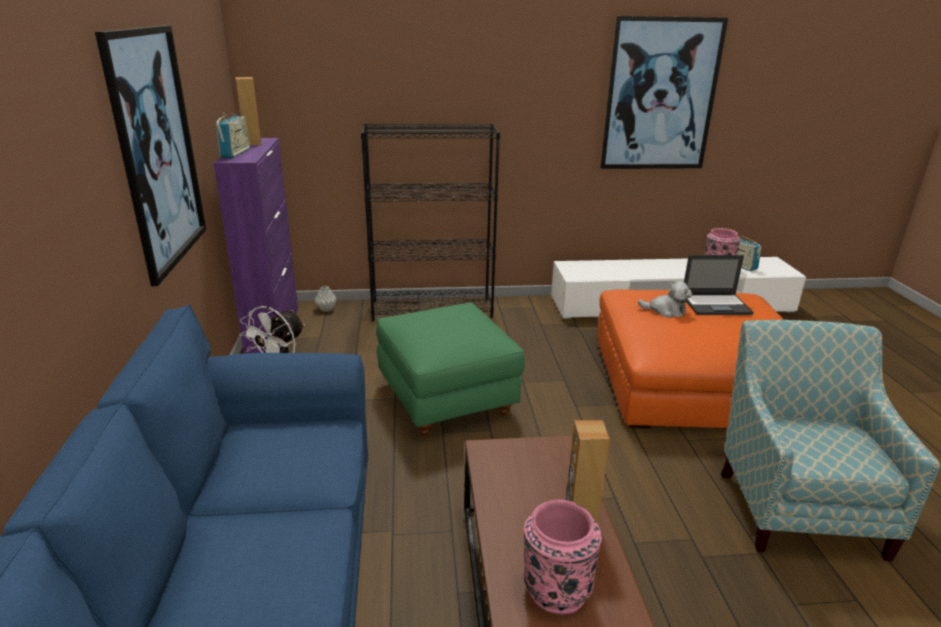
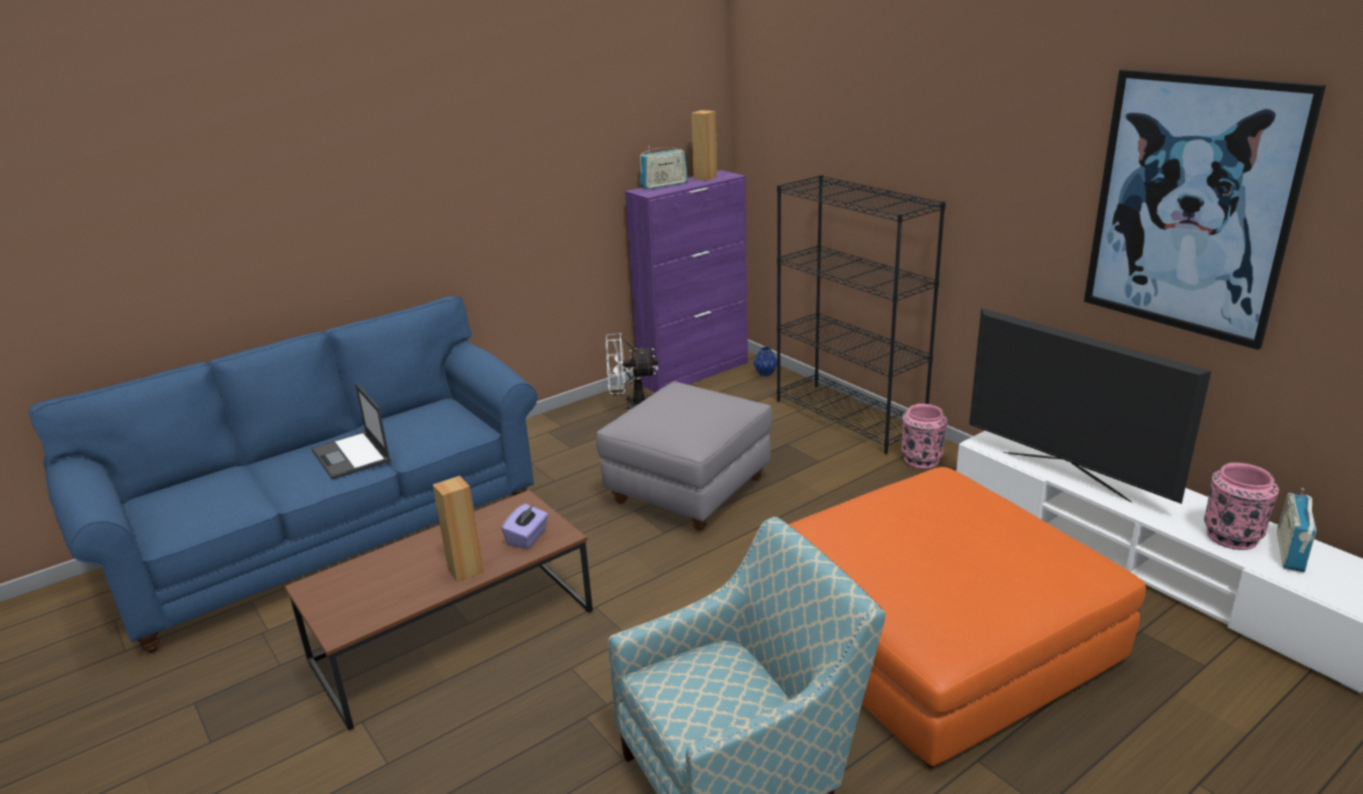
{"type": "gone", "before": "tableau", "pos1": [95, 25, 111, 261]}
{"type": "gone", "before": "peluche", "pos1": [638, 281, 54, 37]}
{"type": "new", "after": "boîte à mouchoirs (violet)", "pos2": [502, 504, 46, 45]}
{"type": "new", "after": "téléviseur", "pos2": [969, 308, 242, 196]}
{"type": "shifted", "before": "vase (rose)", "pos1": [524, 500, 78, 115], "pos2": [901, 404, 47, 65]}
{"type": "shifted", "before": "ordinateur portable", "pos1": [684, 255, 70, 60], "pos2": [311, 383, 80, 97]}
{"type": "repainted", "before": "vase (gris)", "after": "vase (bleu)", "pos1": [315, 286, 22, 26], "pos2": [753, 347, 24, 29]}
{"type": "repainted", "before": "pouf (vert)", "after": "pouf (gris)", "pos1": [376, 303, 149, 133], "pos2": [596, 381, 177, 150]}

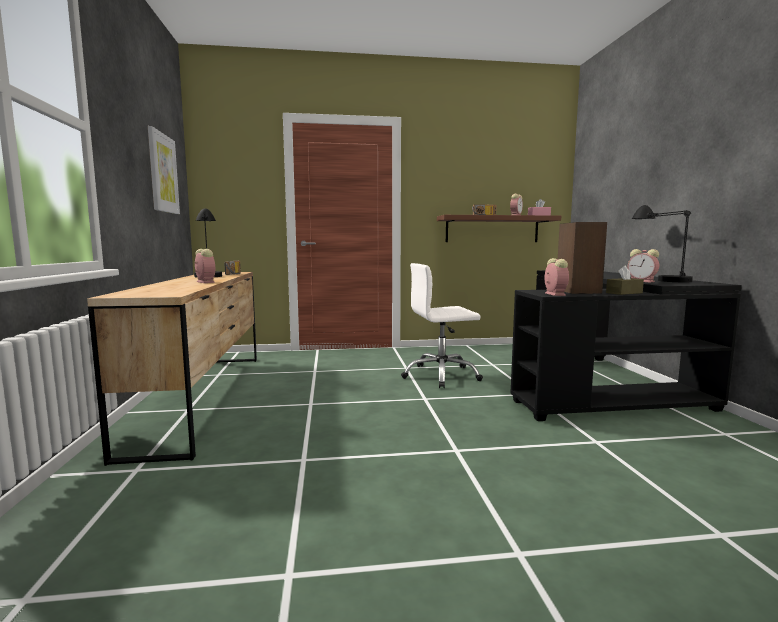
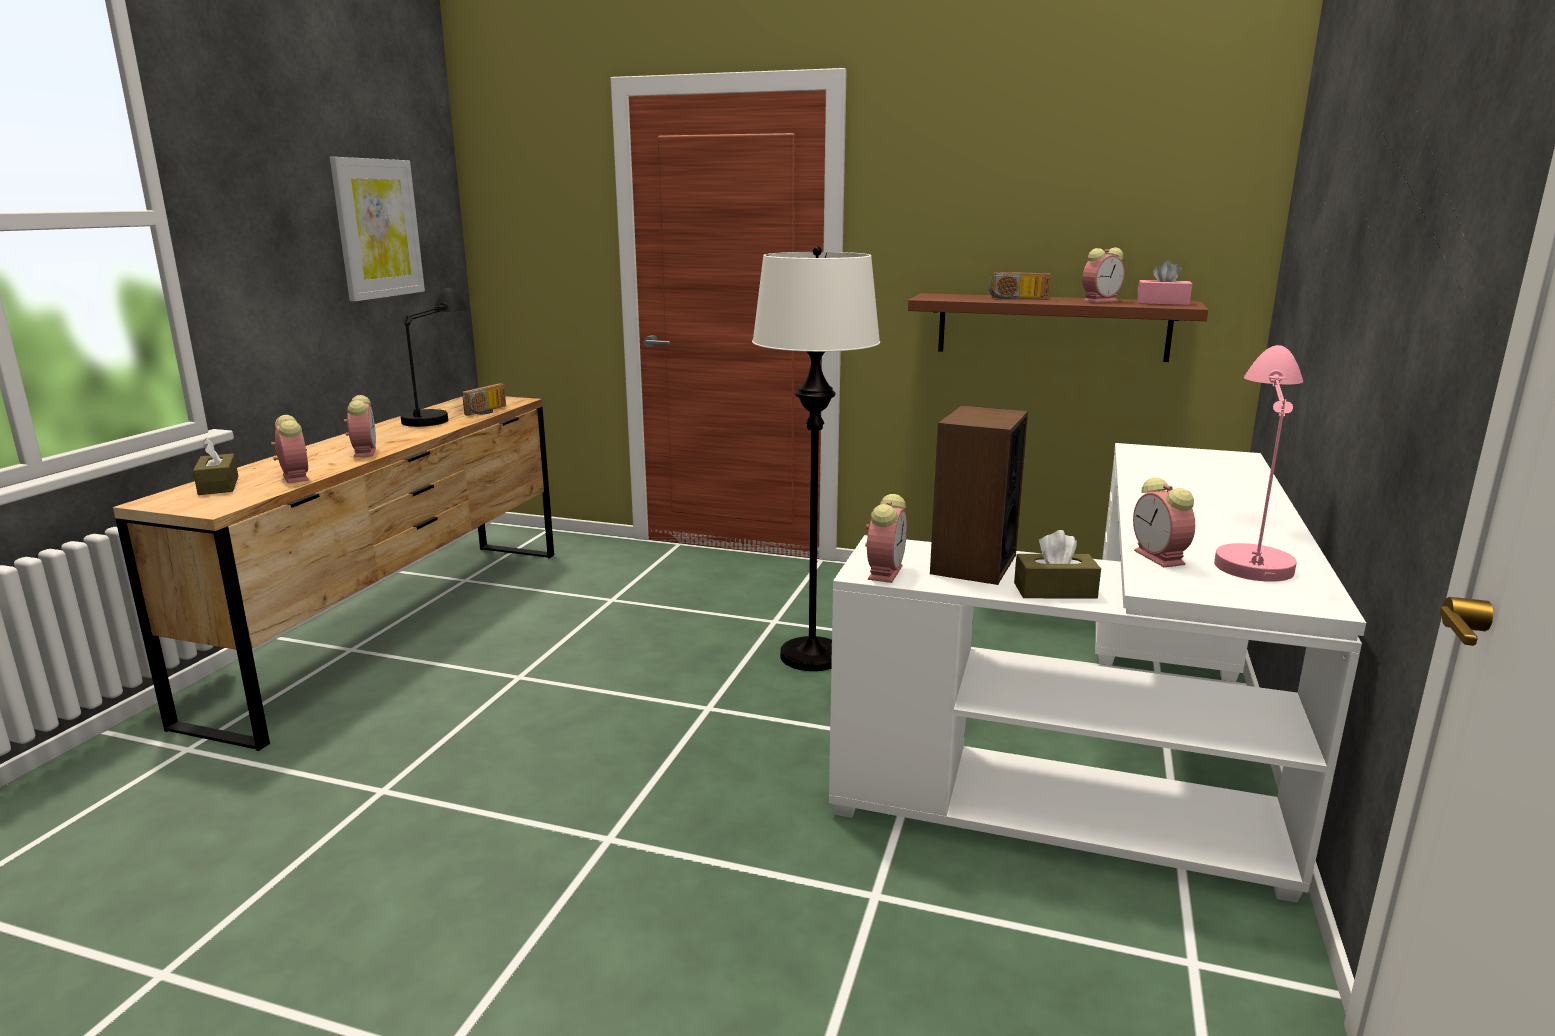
{"type": "new", "after": "boîte à mouchoirs (marron)", "pos2": [193, 438, 46, 57]}
{"type": "new", "after": "réveil", "pos2": [271, 415, 38, 68]}
{"type": "swapped", "before": "chaise de bureau (blanc)", "after": "lampadaire (blanc)", "pos1": [401, 263, 82, 125], "pos2": [752, 246, 128, 425]}
{"type": "repainted", "before": "bureau (noir)", "after": "bureau (blanc)", "pos1": [510, 270, 232, 151], "pos2": [829, 443, 537, 460]}
{"type": "repainted", "before": "lampe de table (noir)", "after": "lampe de table (rose)", "pos1": [632, 205, 61, 77], "pos2": [1214, 345, 89, 237]}

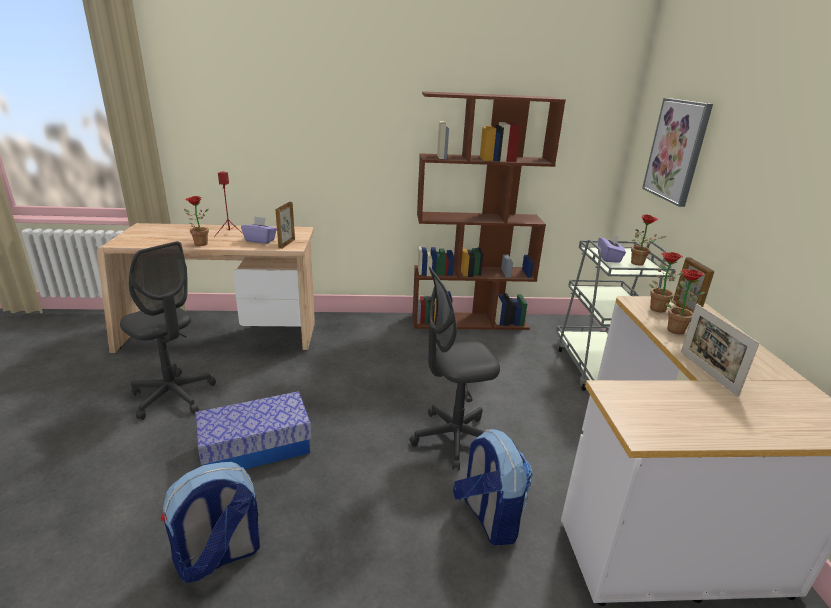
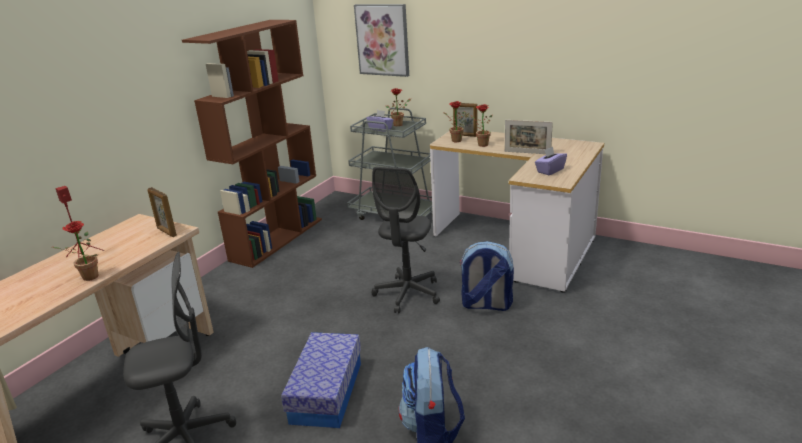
{"type": "shifted", "before": "boîte à mouchoirs (violet)", "pos1": [241, 217, 36, 27], "pos2": [535, 147, 32, 28]}

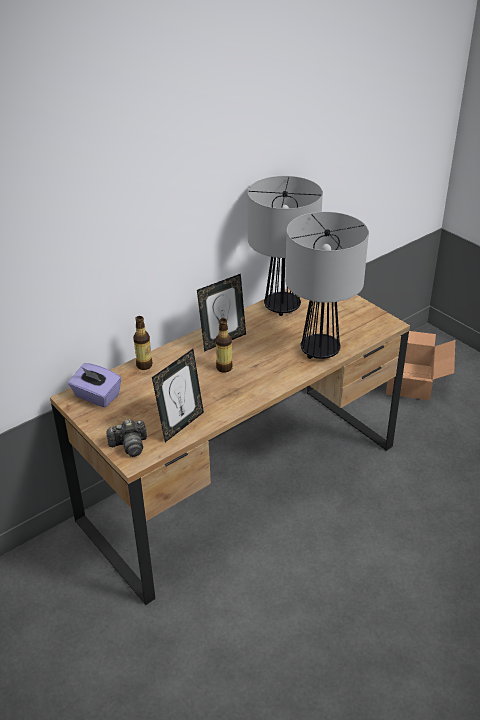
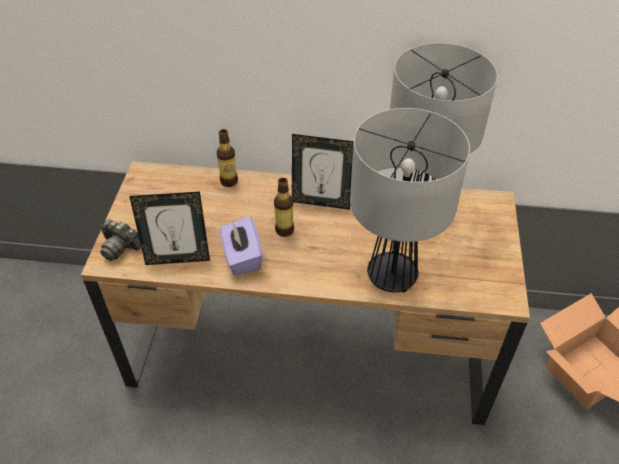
{"type": "shifted", "before": "boîte à mouchoirs (violet)", "pos1": [68, 363, 53, 44], "pos2": [220, 216, 43, 59]}

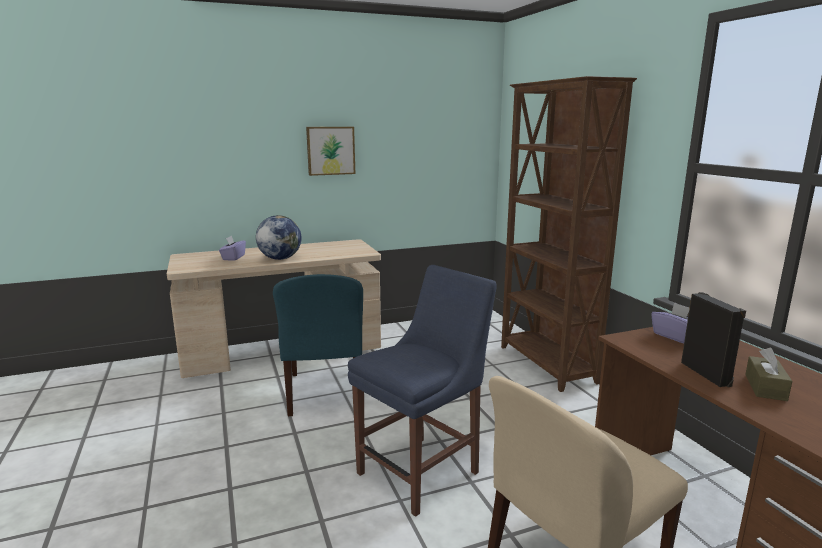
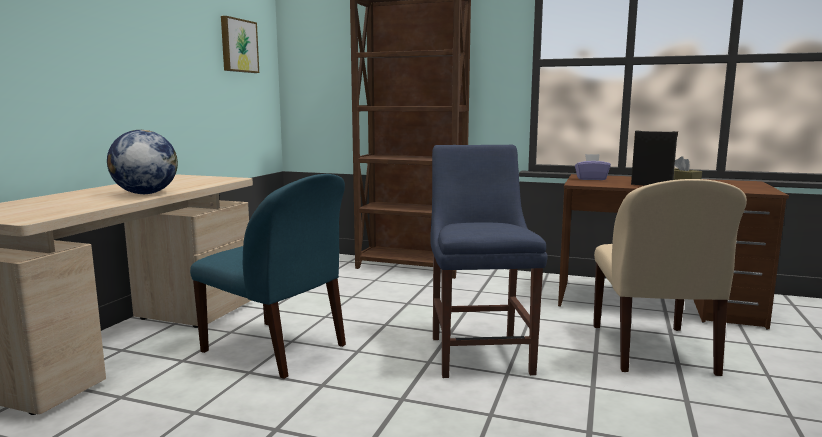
{"type": "gone", "before": "boîte à mouchoirs (violet)", "pos1": [219, 235, 27, 26]}
{"type": "shifted", "before": "tableau", "pos1": [306, 127, 49, 49], "pos2": [221, 16, 38, 57]}

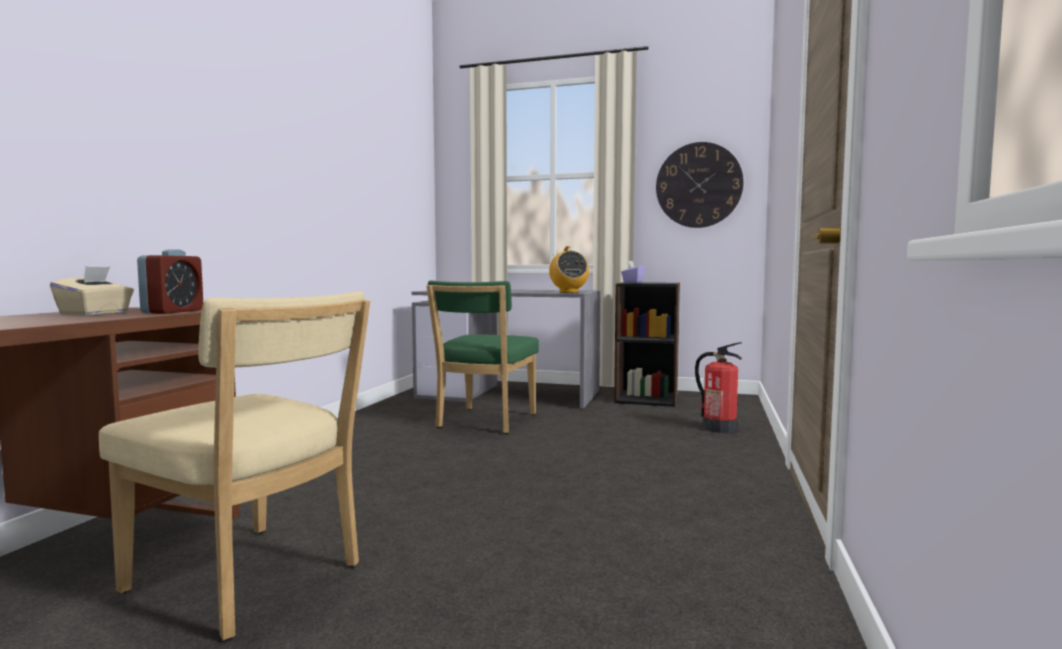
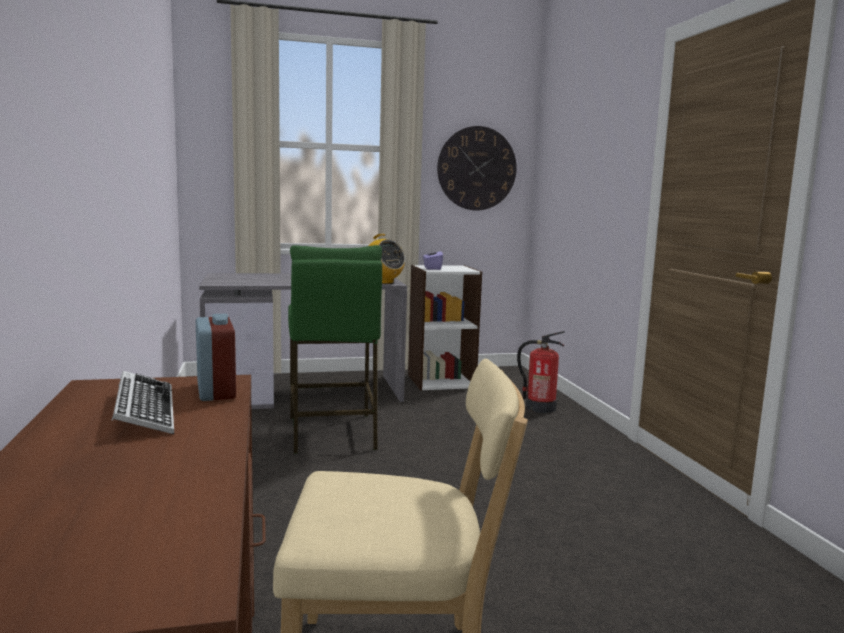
{"type": "swapped", "before": "boîte à mouchoirs (beige)", "after": "clavier", "pos1": [50, 266, 84, 49], "pos2": [111, 371, 63, 63]}
{"type": "swapped", "before": "chaise (vert)", "after": "tabouret (vert)", "pos1": [426, 281, 113, 153], "pos2": [288, 245, 94, 209]}
{"type": "repainted", "before": "bibliothèque (noir)", "after": "bibliothèque (blanc)", "pos1": [614, 282, 66, 125], "pos2": [408, 265, 74, 126]}

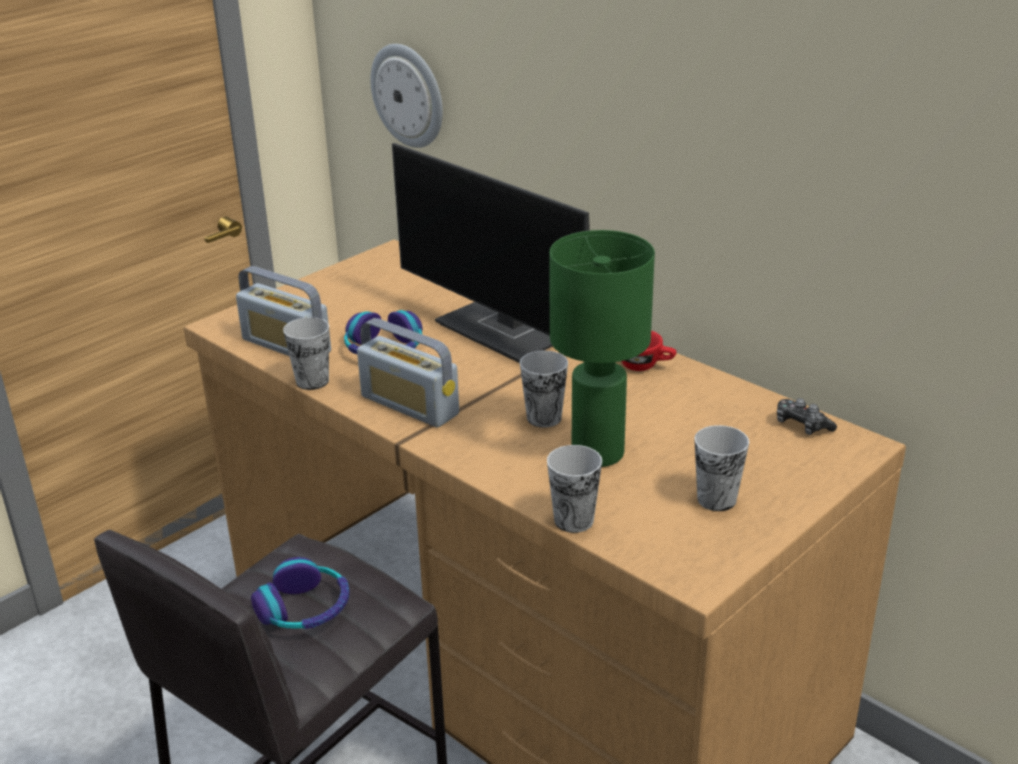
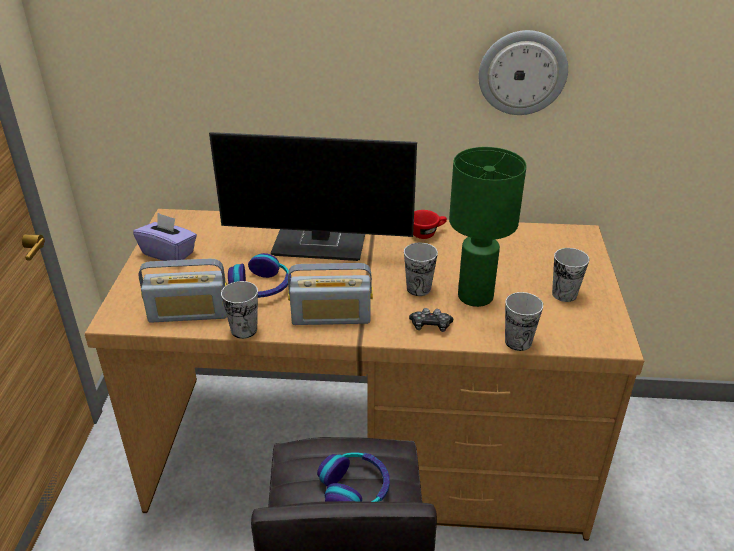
{"type": "new", "after": "boîte à mouchoirs (violet)", "pos2": [133, 213, 64, 48]}
{"type": "shifted", "before": "horloge murale", "pos1": [370, 44, 73, 104], "pos2": [479, 30, 89, 85]}
{"type": "shifted", "before": "manette", "pos1": [777, 398, 60, 37], "pos2": [409, 308, 44, 24]}

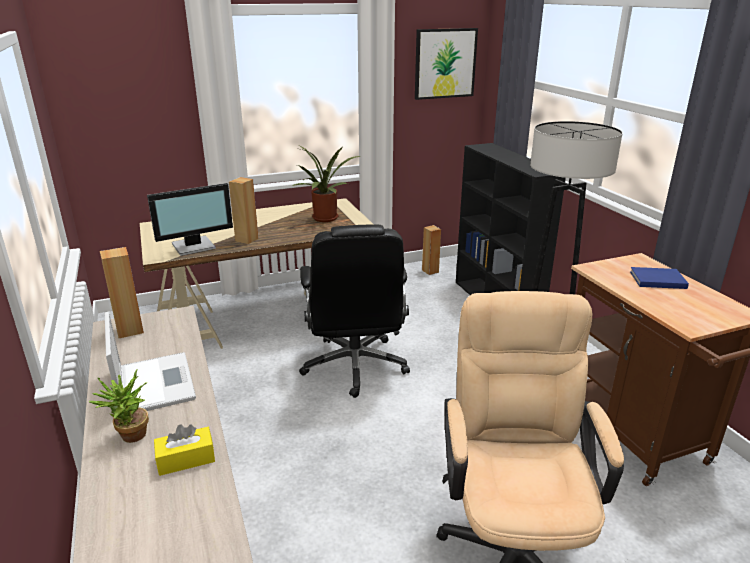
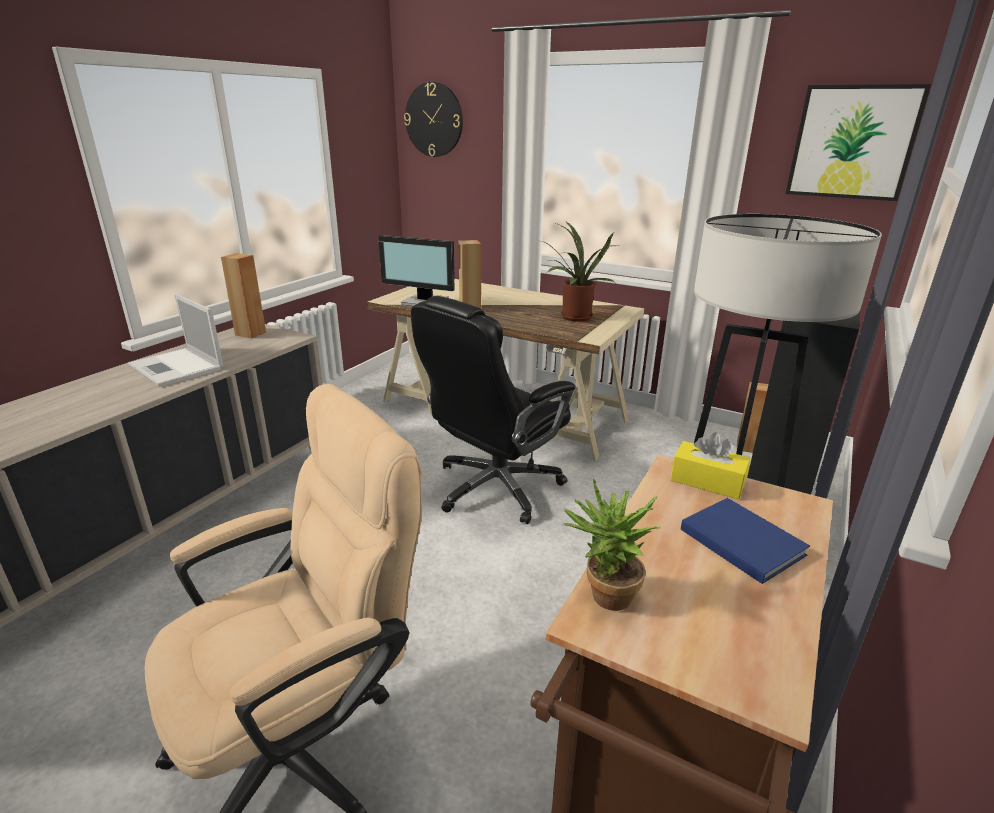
{"type": "new", "after": "horloge murale", "pos2": [404, 82, 59, 75]}
{"type": "shifted", "before": "plante en pot", "pos1": [89, 370, 60, 73], "pos2": [564, 479, 97, 132]}
{"type": "shifted", "before": "boîte à mouchoirs (jaune)", "pos1": [154, 424, 61, 52], "pos2": [670, 432, 81, 67]}
{"type": "rotated", "before": "ordinateur portable", "pos1": [105, 312, 91, 99], "pos2": [128, 294, 95, 93], "turn": 105}

